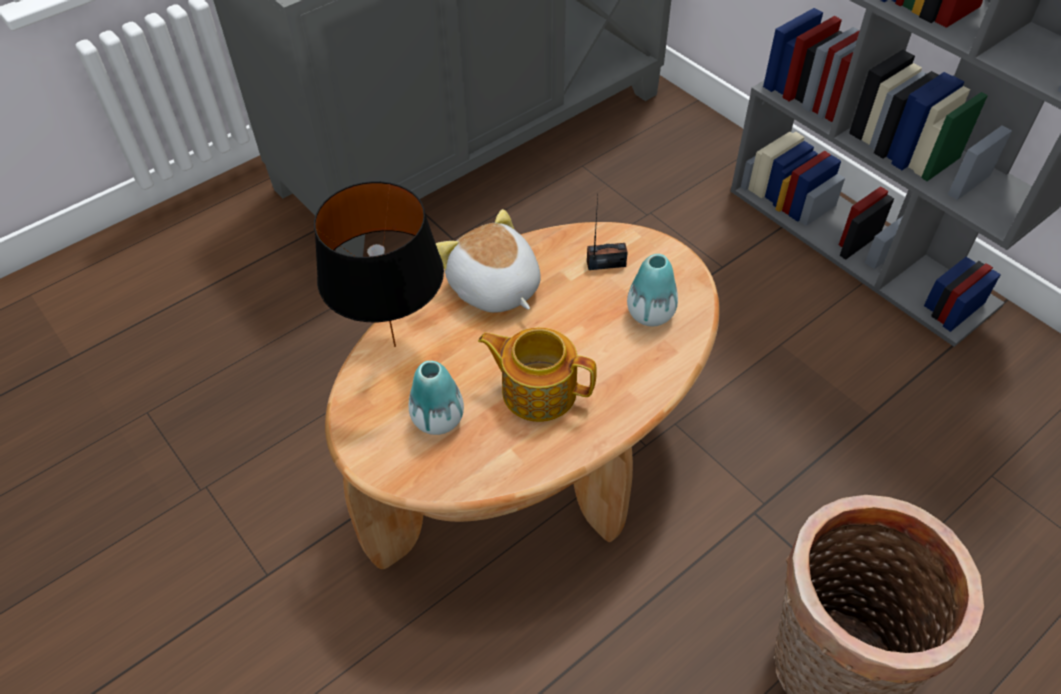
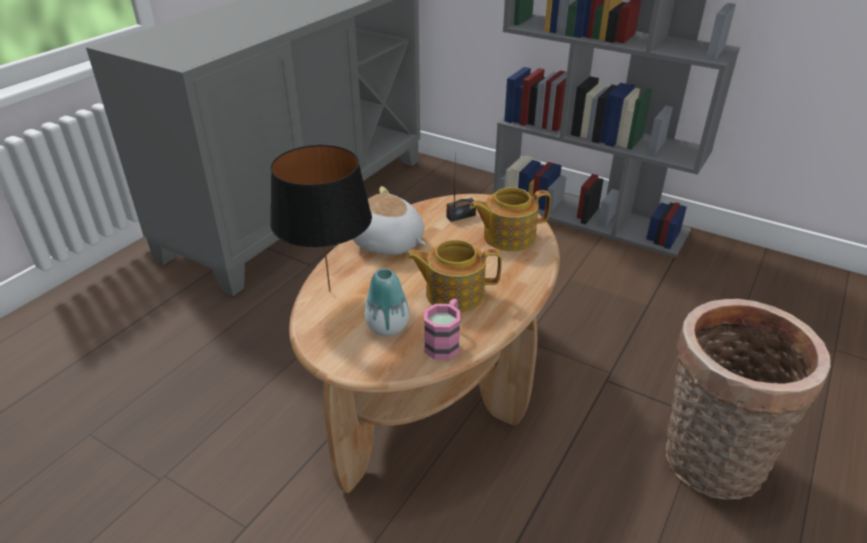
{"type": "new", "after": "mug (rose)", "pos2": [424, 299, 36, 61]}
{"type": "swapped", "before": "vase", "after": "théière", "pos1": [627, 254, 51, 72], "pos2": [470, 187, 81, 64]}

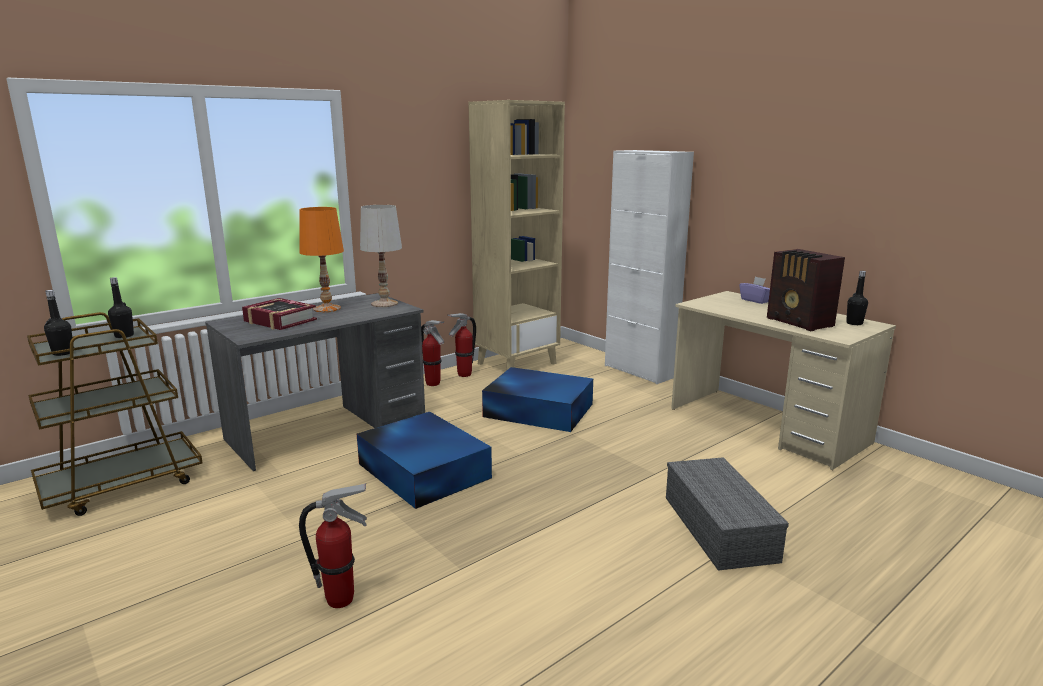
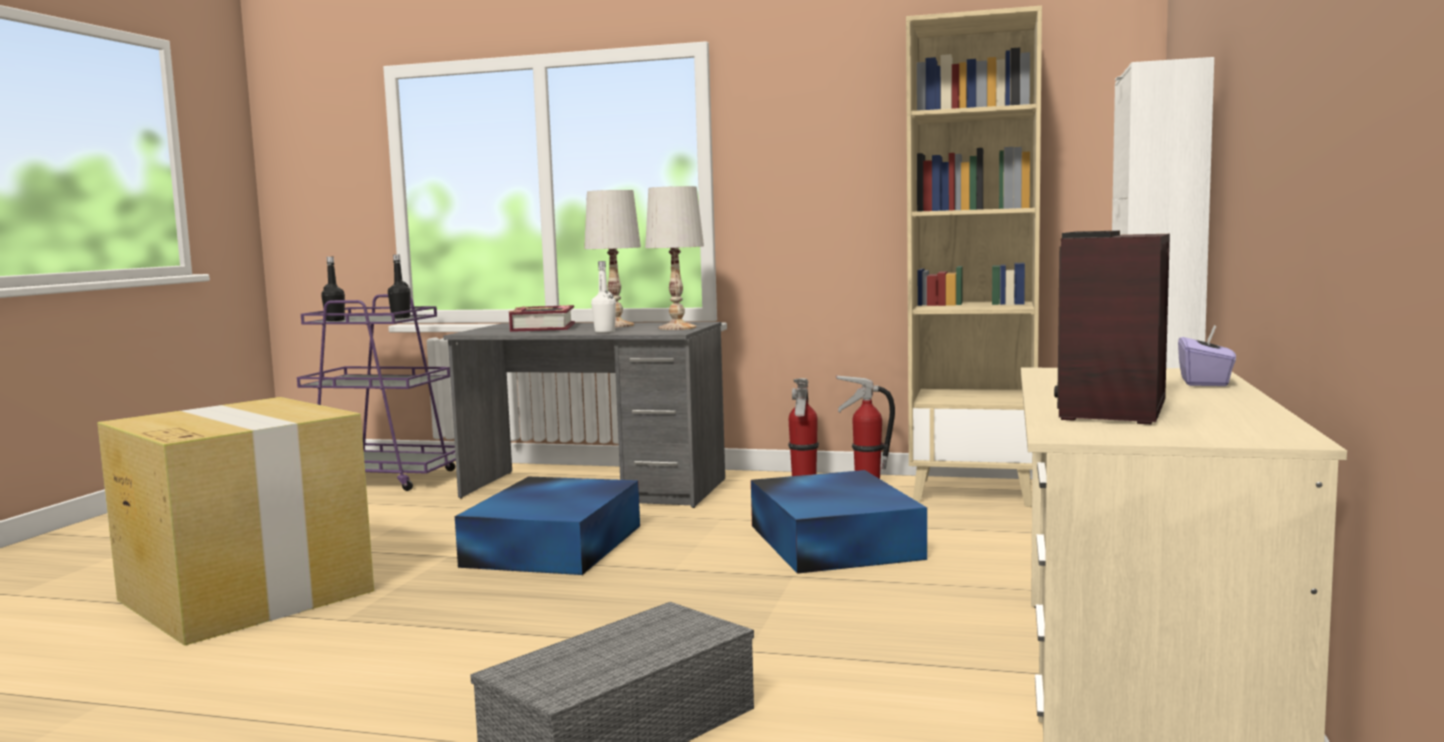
{"type": "gone", "before": "bouteille (noir)", "pos1": [846, 271, 22, 54]}
{"type": "new", "after": "bouteille (blanc)", "pos2": [591, 261, 25, 72]}
{"type": "swapped", "before": "extincteur", "after": "carton", "pos1": [299, 483, 68, 125], "pos2": [97, 397, 277, 249]}
{"type": "repainted", "before": "chariot (marron)", "after": "chariot (violet)", "pos1": [27, 312, 176, 204], "pos2": [297, 294, 159, 197]}
{"type": "repainted", "before": "lampe de table (orange)", "after": "lampe de table (blanc)", "pos1": [299, 207, 45, 105], "pos2": [584, 190, 57, 137]}

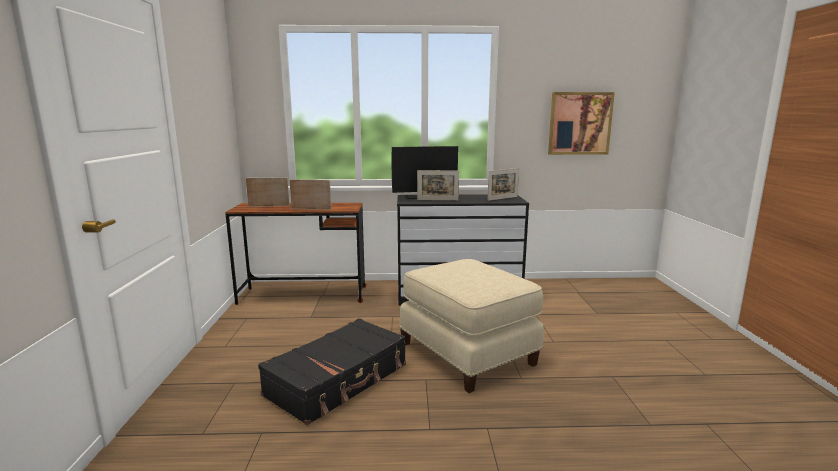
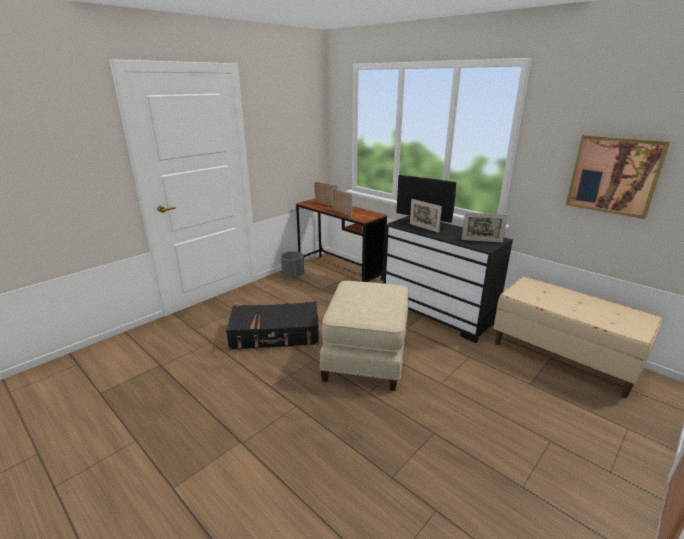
{"type": "new", "after": "cache-pot (gris)", "pos2": [281, 251, 23, 26]}
{"type": "new", "after": "banc (beige)", "pos2": [493, 276, 169, 122]}

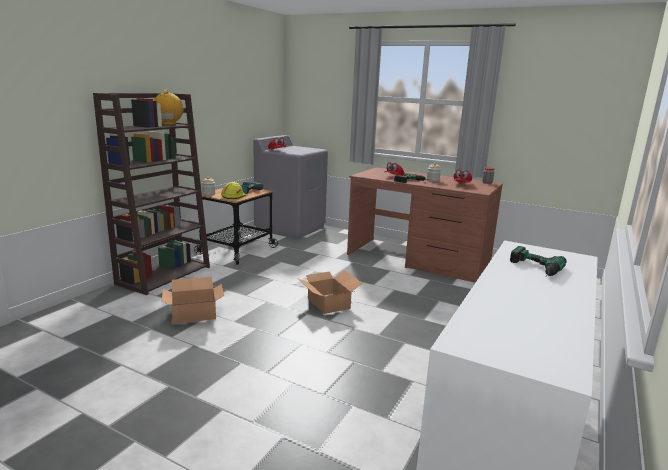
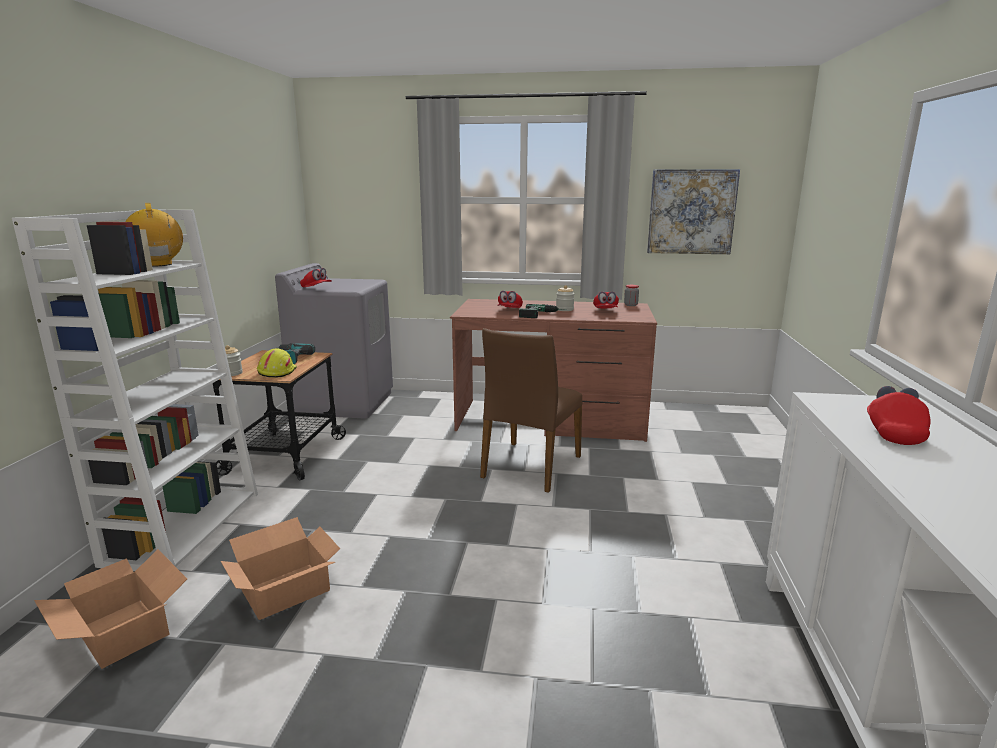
{"type": "new", "after": "chaise (marron)", "pos2": [480, 328, 102, 165]}
{"type": "new", "after": "tableau", "pos2": [647, 169, 93, 85]}
{"type": "shifted", "before": "carton", "pos1": [297, 270, 65, 44], "pos2": [34, 549, 153, 120]}
{"type": "swapped", "before": "perceuse", "after": "casquette (rouge)", "pos1": [510, 246, 56, 31], "pos2": [867, 386, 64, 59]}
{"type": "repainted", "before": "bibliothèque (marron)", "after": "bibliothèque (blanc)", "pos1": [93, 93, 117, 202], "pos2": [12, 210, 246, 361]}

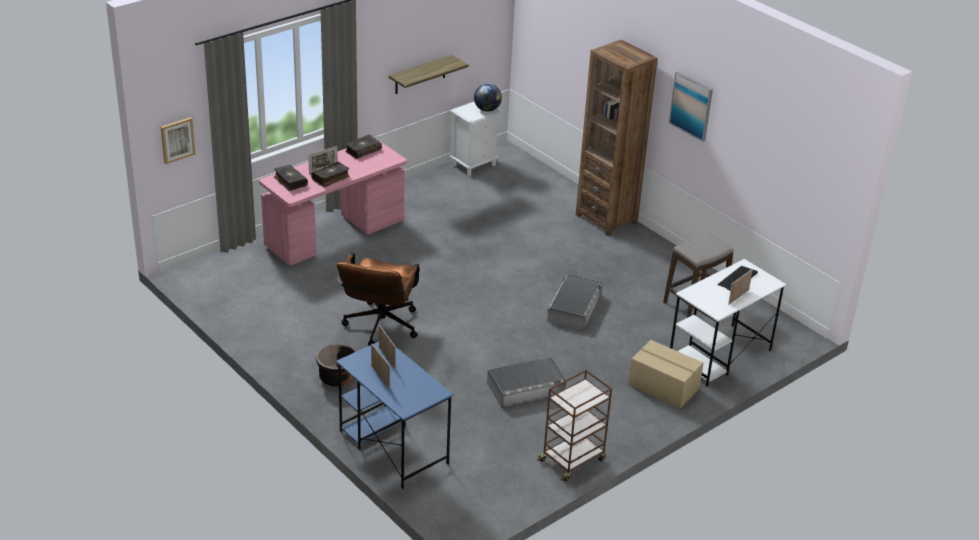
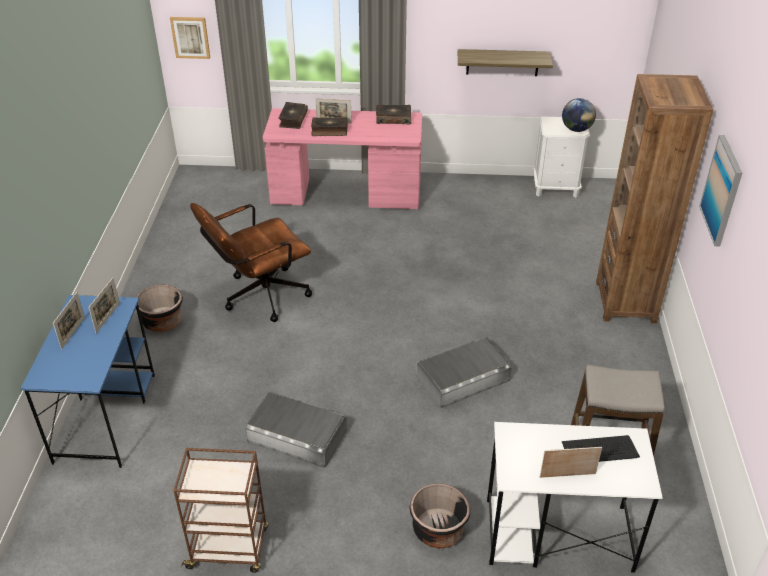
{"type": "swapped", "before": "carton", "after": "cache-pot (noir)", "pos1": [628, 340, 76, 68], "pos2": [409, 483, 61, 66]}

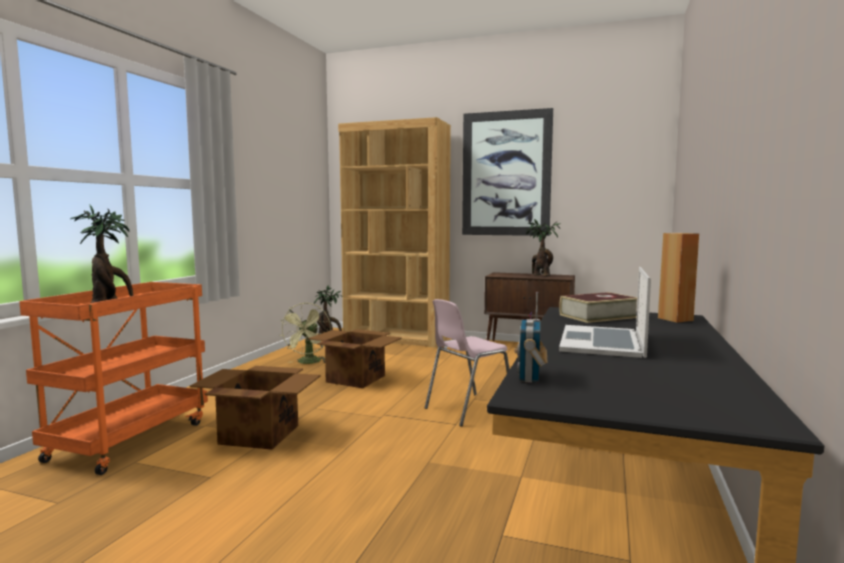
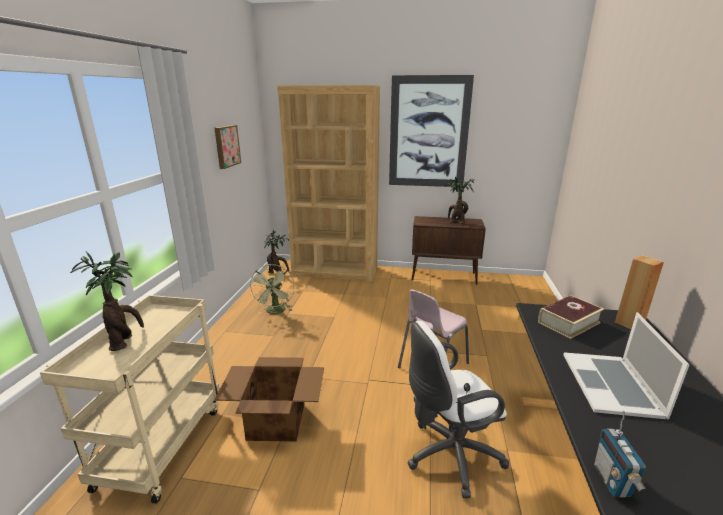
{"type": "gone", "before": "carton", "pos1": [308, 329, 94, 59]}
{"type": "new", "after": "tableau", "pos2": [214, 125, 27, 44]}
{"type": "new", "after": "chaise de bureau (blanc)", "pos2": [407, 321, 102, 177]}
{"type": "repainted", "before": "chariot (orange)", "after": "chariot (beige)", "pos1": [19, 282, 189, 193], "pos2": [40, 295, 180, 209]}

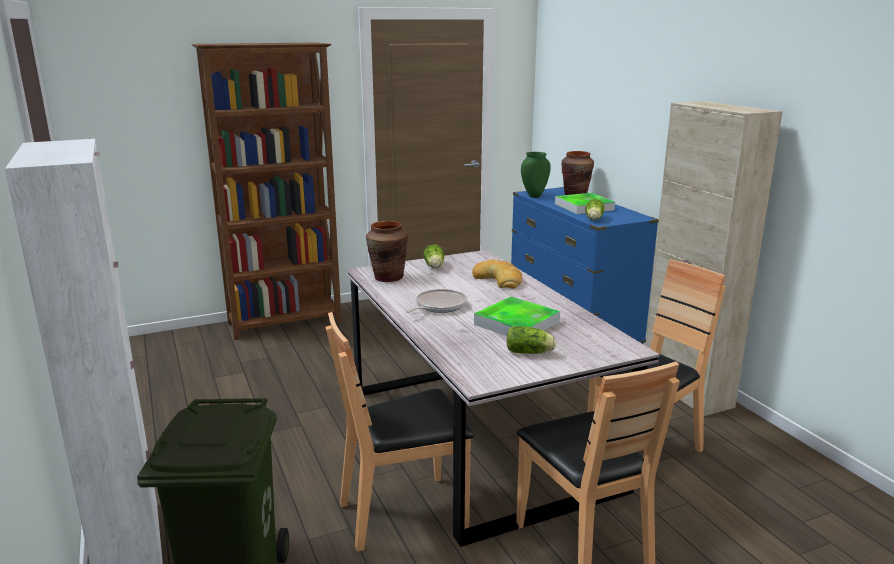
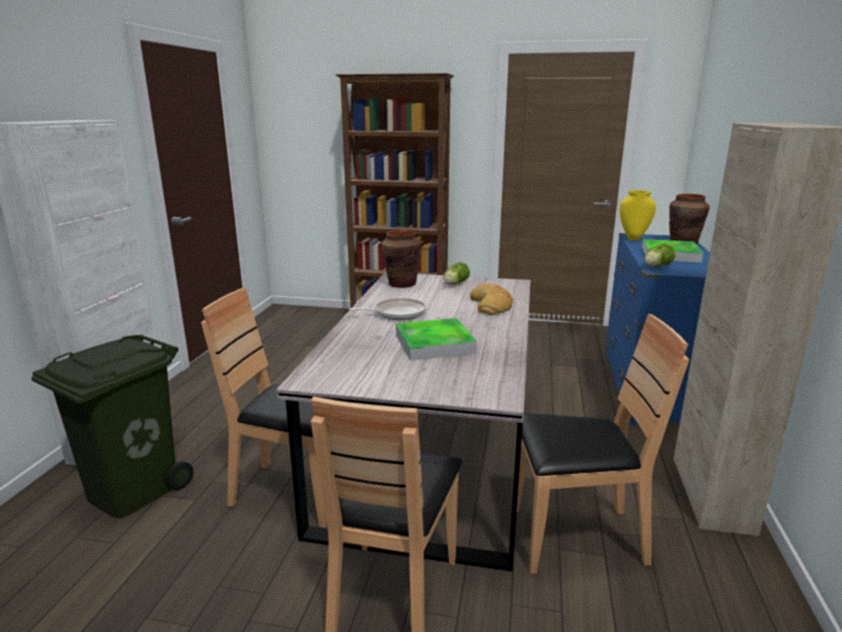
{"type": "gone", "before": "laitue", "pos1": [507, 326, 49, 28]}
{"type": "repainted", "before": "vase (vert)", "after": "vase (jaune)", "pos1": [521, 152, 30, 46], "pos2": [620, 190, 36, 51]}

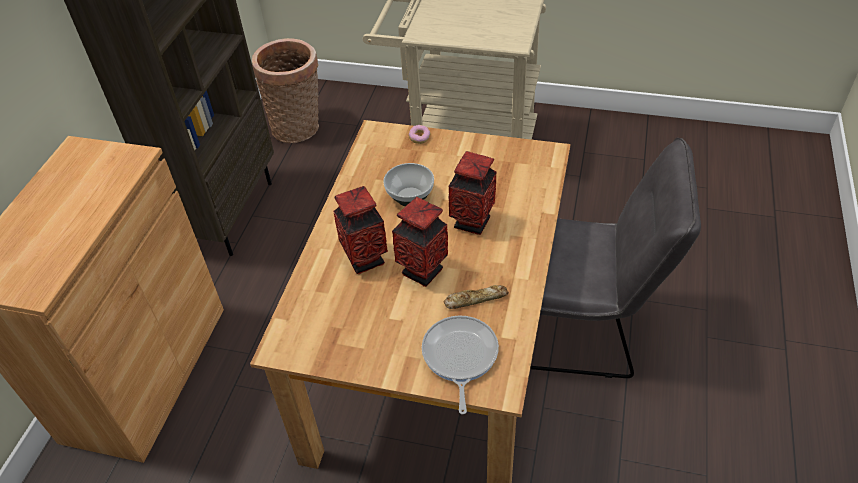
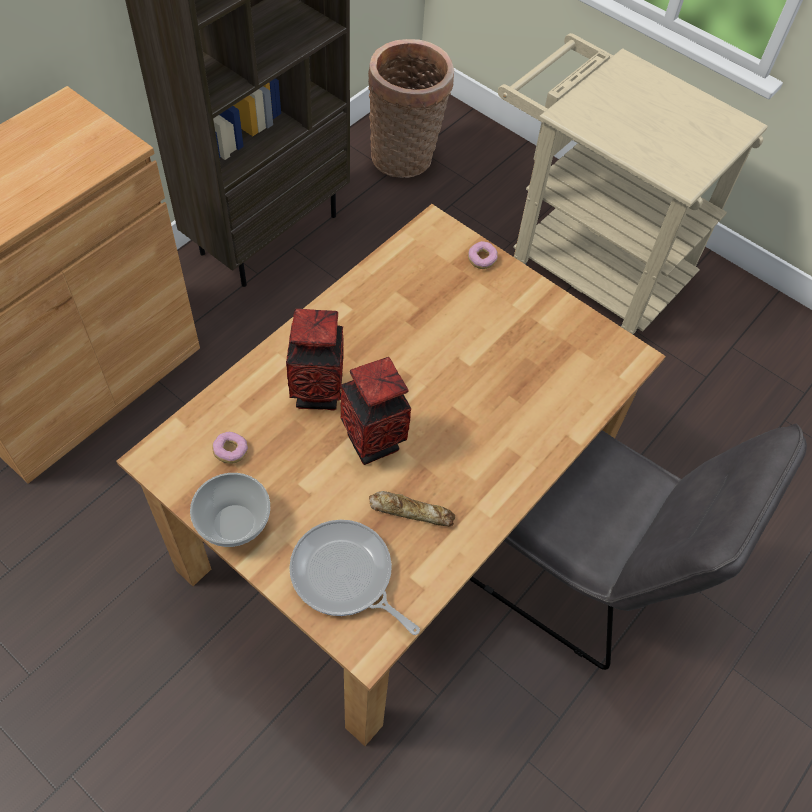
{"type": "gone", "before": "vase", "pos1": [449, 151, 48, 84]}
{"type": "new", "after": "beignet", "pos2": [212, 432, 36, 32]}
{"type": "shifted", "before": "bol", "pos1": [383, 163, 51, 43], "pos2": [190, 473, 80, 74]}
{"type": "rotated", "before": "poêle", "pos1": [422, 316, 77, 98], "pos2": [289, 520, 131, 115], "turn": -75}

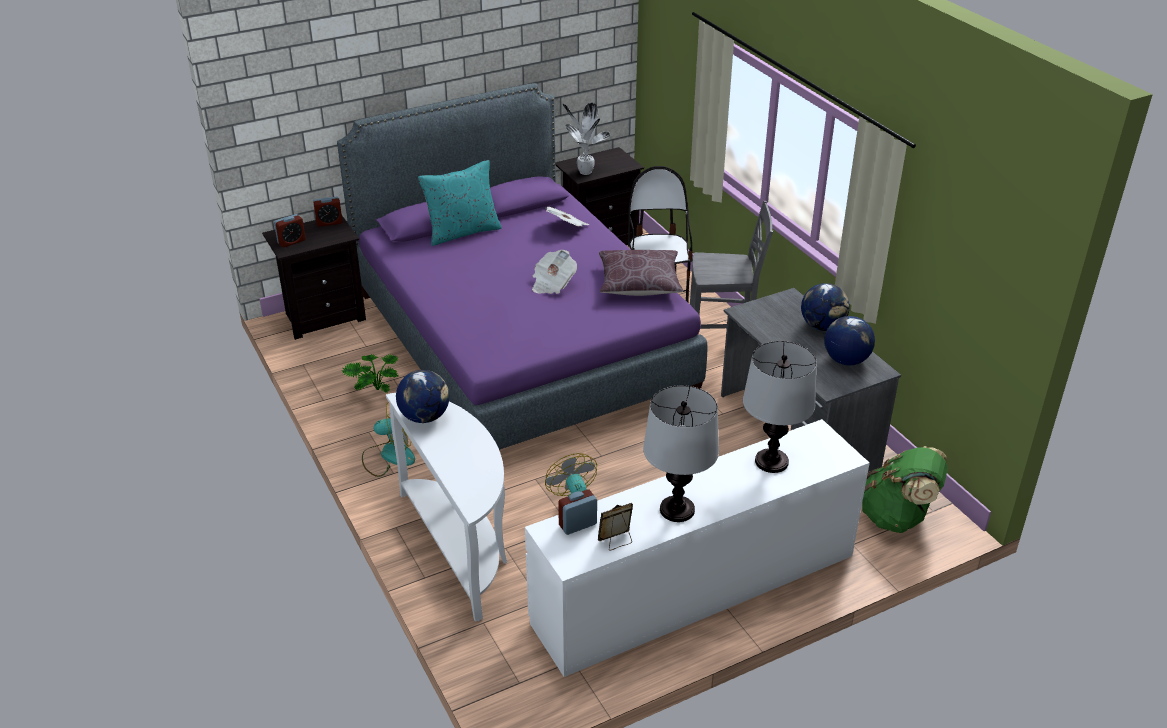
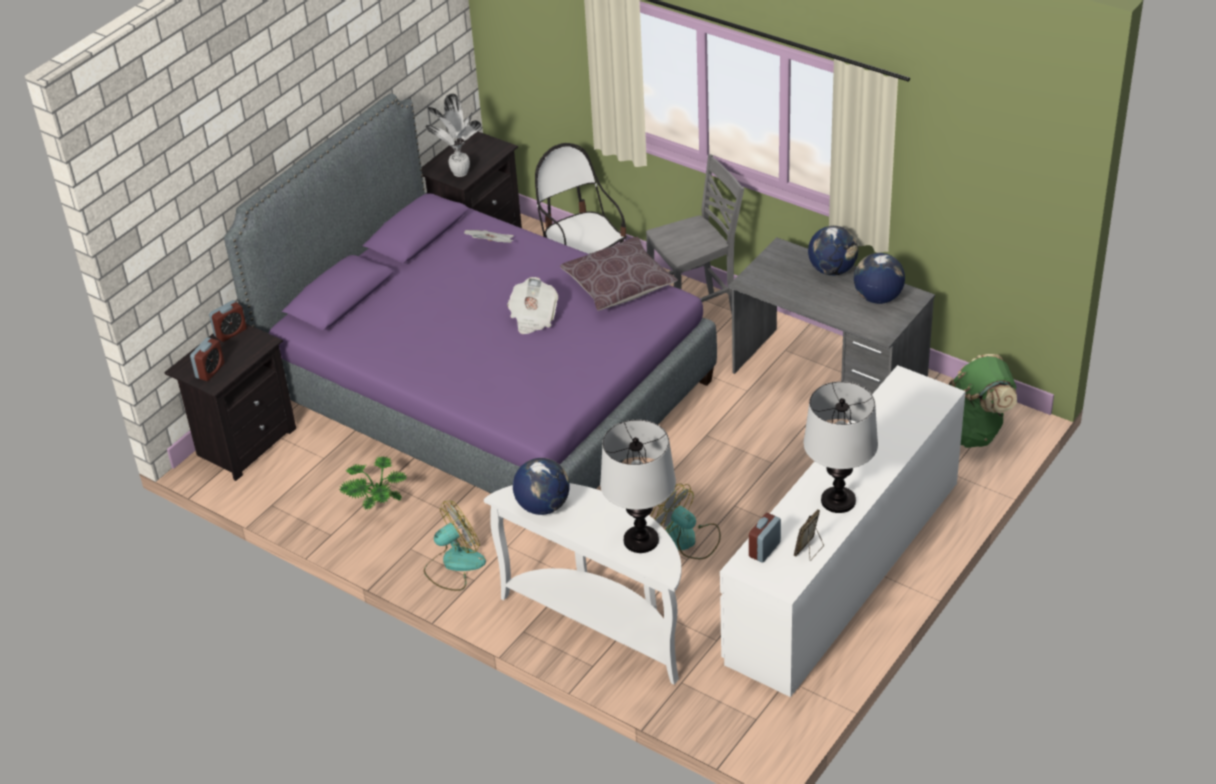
{"type": "gone", "before": "coussin (turquoise)", "pos1": [418, 160, 84, 86]}
{"type": "shifted", "before": "lampe de table", "pos1": [743, 341, 74, 132], "pos2": [600, 420, 76, 133]}

